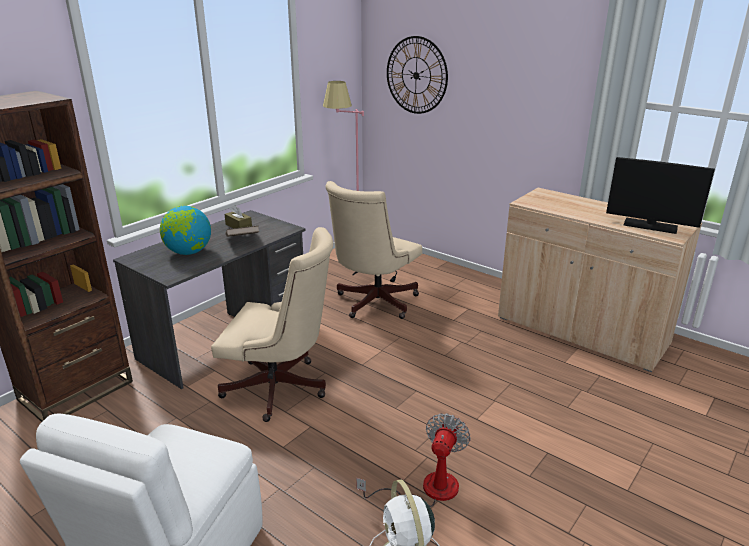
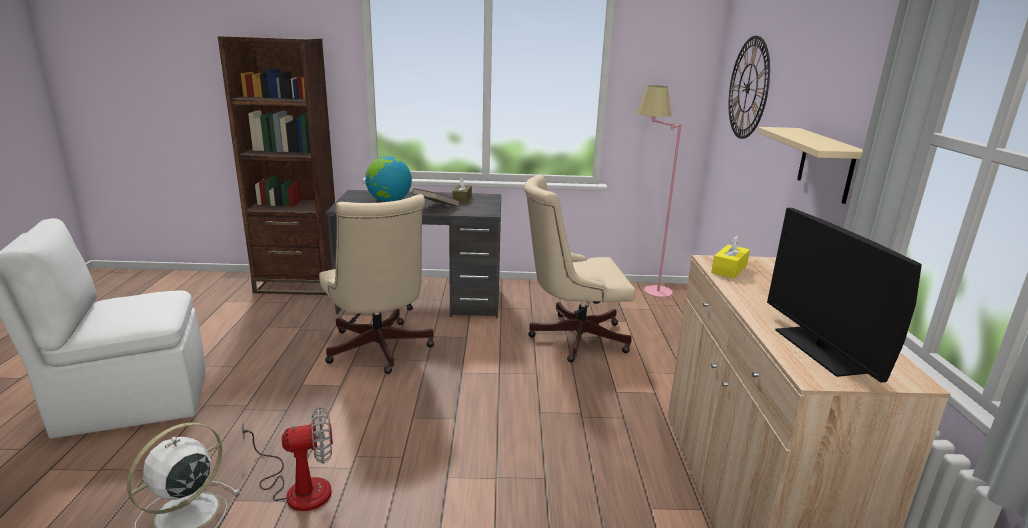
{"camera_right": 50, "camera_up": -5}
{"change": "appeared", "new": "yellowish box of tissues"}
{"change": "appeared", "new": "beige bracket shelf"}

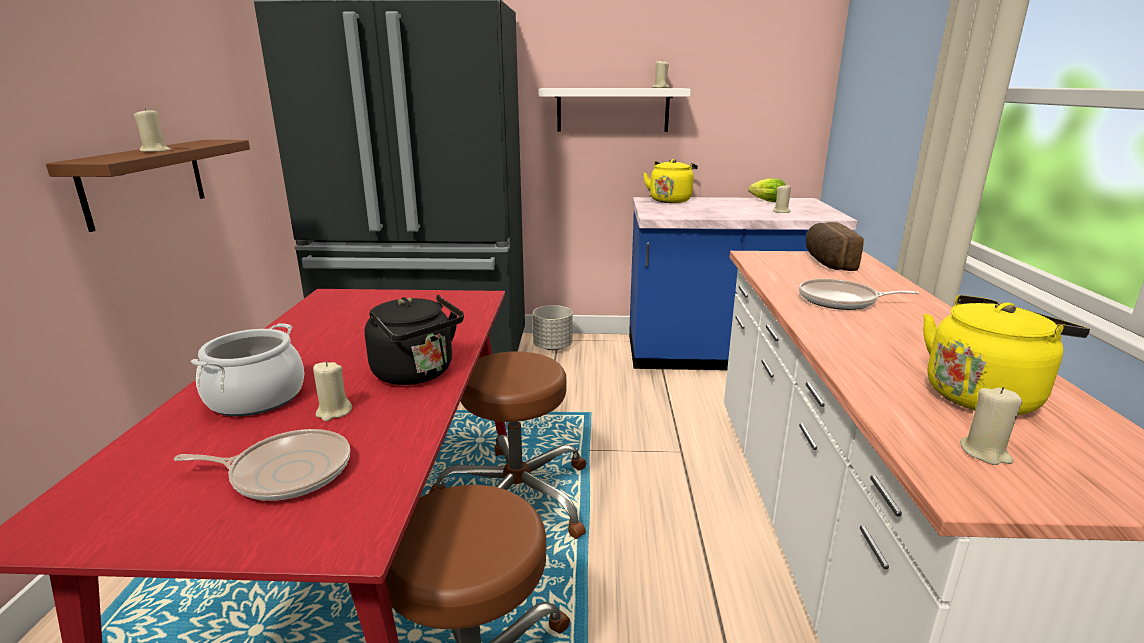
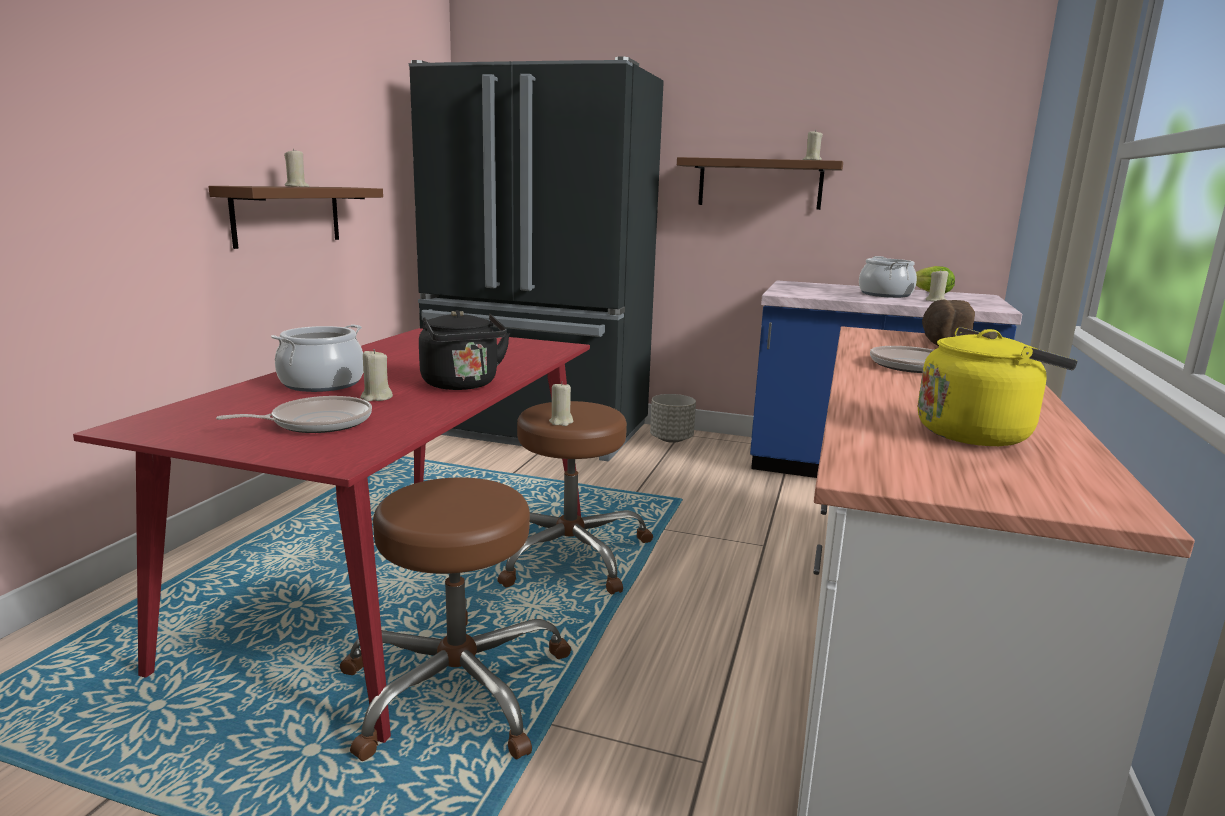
{"camera_right": 15, "camera_up": -5}
{"change": "spun", "old": "skillet (no. 1 from left)", "degrees": -45}
{"change": "relocated", "old": "beige wax candle (no. 5 from left in the first image)", "new": "beige wax candle (no. 3 from left)"}
{"change": "colour", "old": "white bracket shelf", "new": "brown bracket shelf (no. 2 from left)"}
{"change": "appeared", "new": "stockpot (no. 2 from left)"}
{"change": "missing", "old": "yellowish water kettle (no. 1 from left)"}

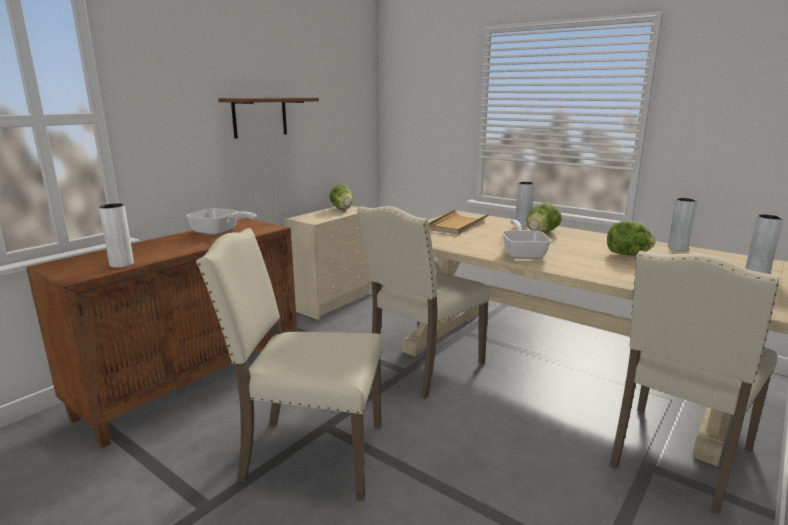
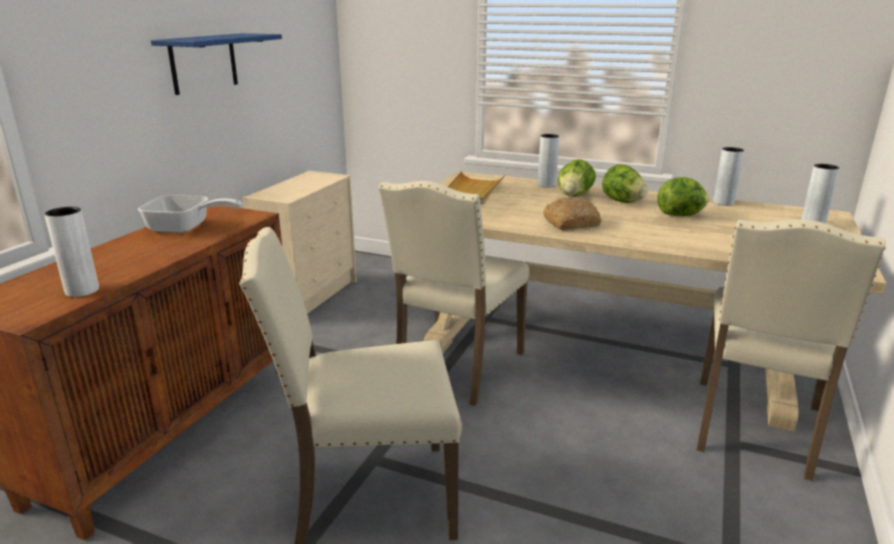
{"camera_right": -15, "camera_up": 5}
{"change": "colour", "old": "brown bracket shelf", "new": "blue bracket shelf"}
{"change": "exchanged", "old": "skillet (no. 2 from left)", "new": "baked bread"}
{"change": "relocated", "old": "lettuce head (no. 1 from left in the first image)", "new": "lettuce head (no. 2 from left)"}

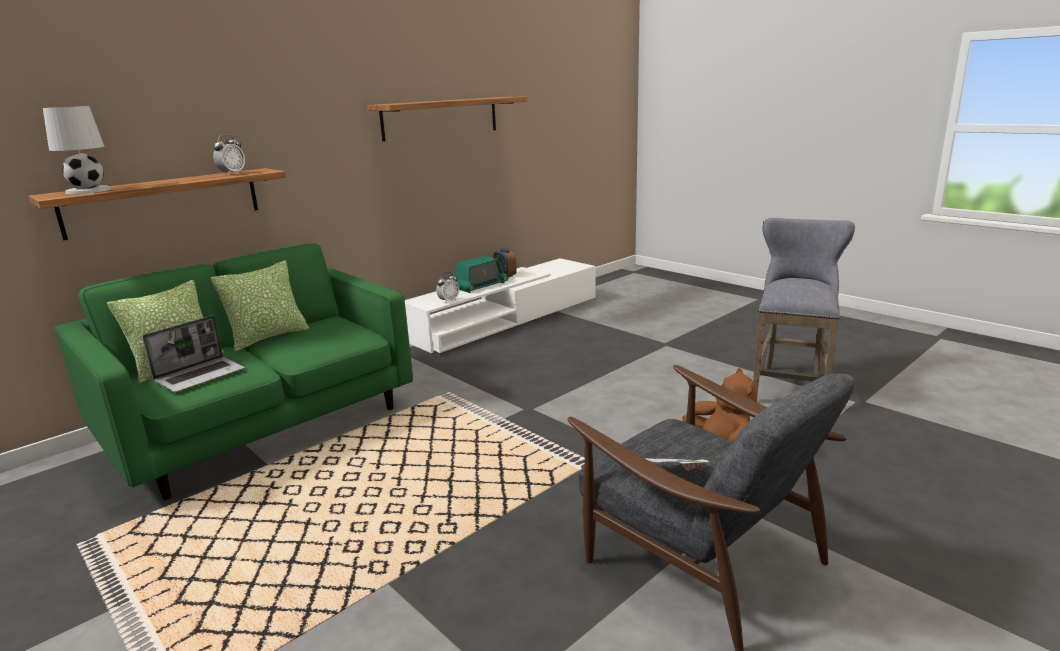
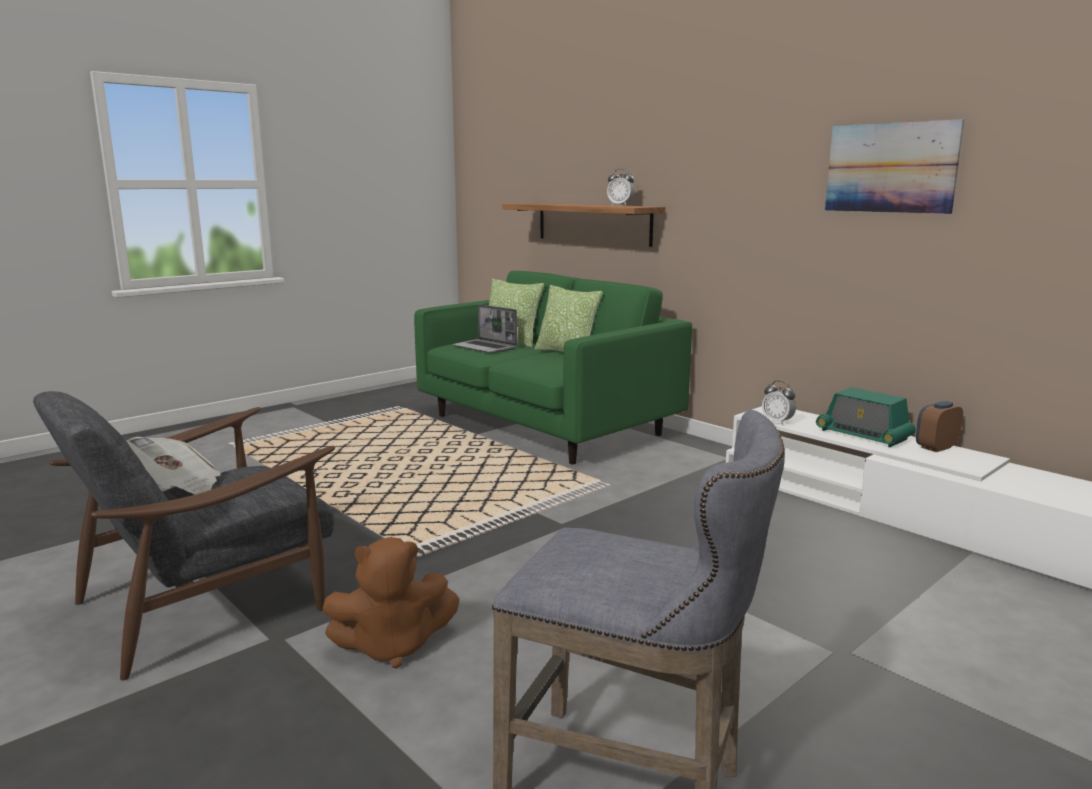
{"camera_right": 90, "camera_up": -5}
{"change": "exchanged", "old": "bracket shelf (no. 2 from left)", "new": "wall art"}
{"change": "missing", "old": "white lamp for a table"}

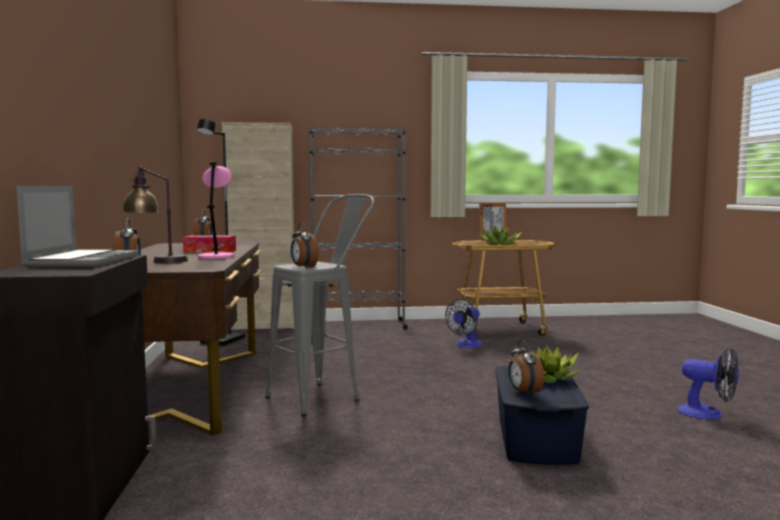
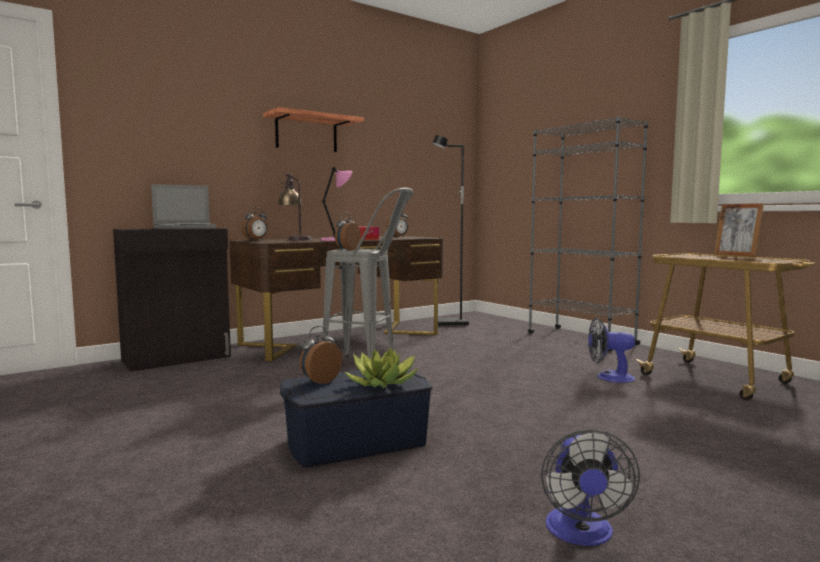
{"camera_right": 60, "camera_up": 0}
{"change": "appeared", "new": "bracket shelf"}
{"change": "missing", "old": "beige cupboard"}
{"change": "missing", "old": "plant in a pot (no. 1 from left)"}

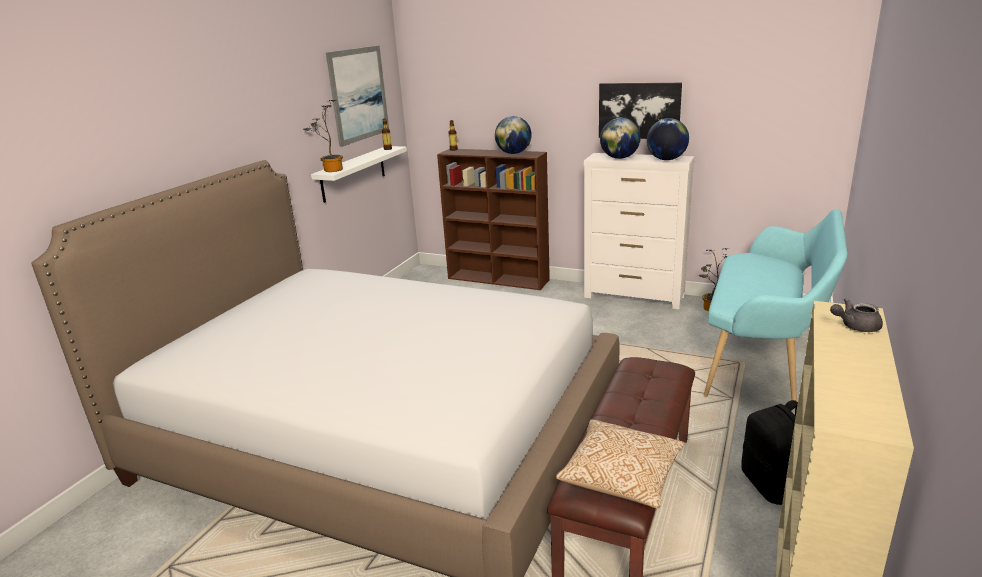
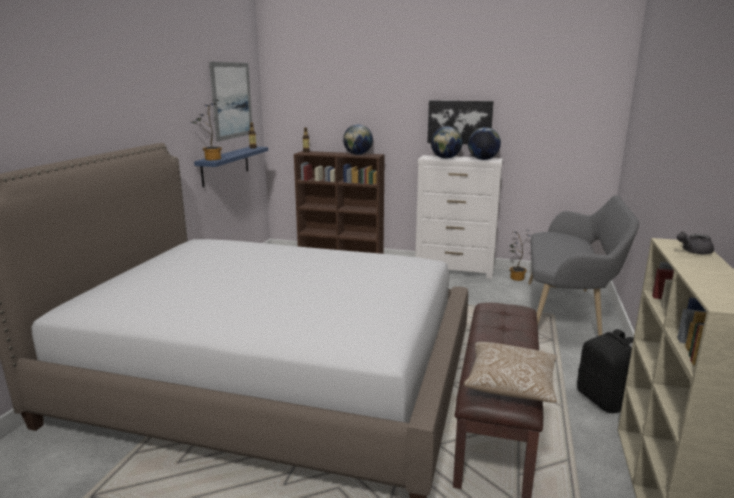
{"camera_right": -10, "camera_up": -5}
{"change": "colour", "old": "white bracket shelf", "new": "blue bracket shelf"}
{"change": "colour", "old": "blue-green long seat", "new": "greyish long seat"}

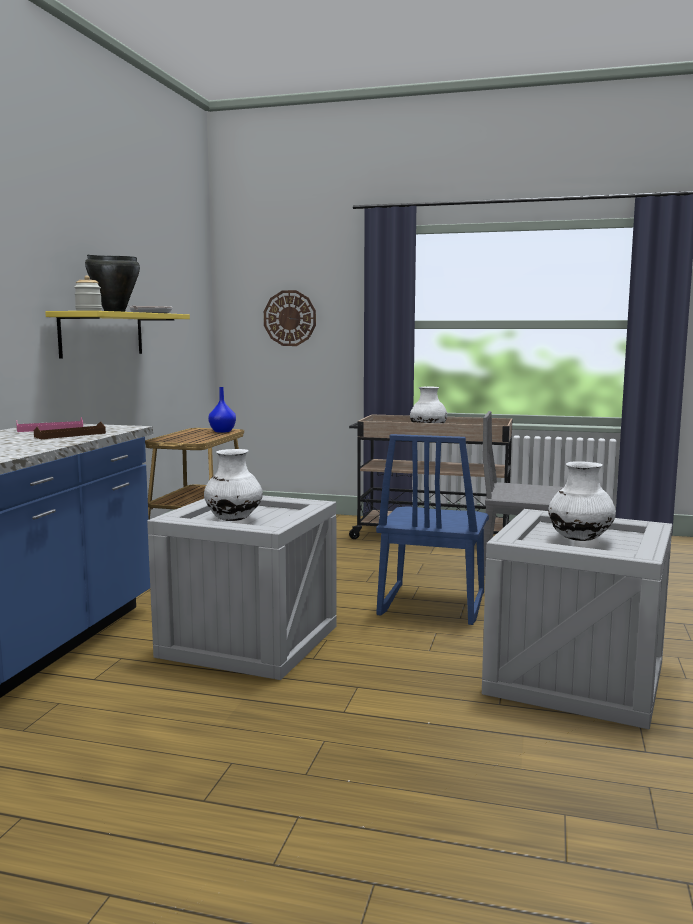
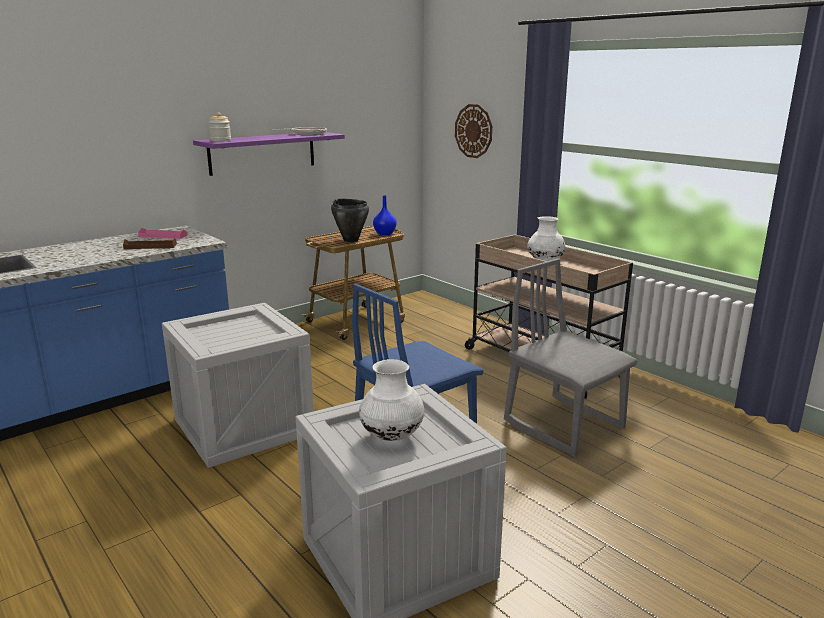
{"camera_right": 35, "camera_up": 10}
{"change": "colour", "old": "yellowish bracket shelf", "new": "purple-coloured bracket shelf"}
{"change": "relocated", "old": "black stockpot"}
{"change": "missing", "old": "white decorative vase (no. 1 from left)"}

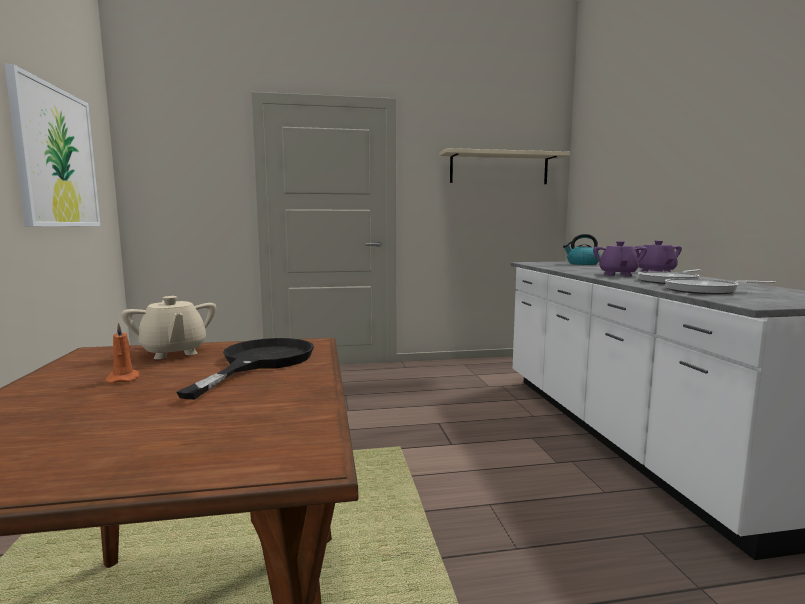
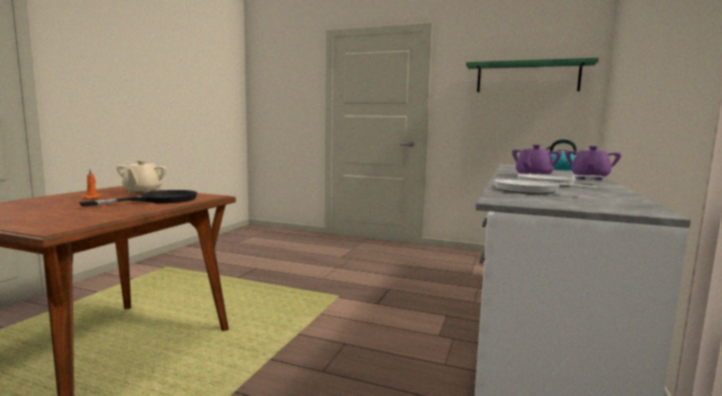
{"camera_right": 30, "camera_up": 0}
{"change": "colour", "old": "beige bracket shelf", "new": "green-coloured bracket shelf"}
{"change": "missing", "old": "wall art"}

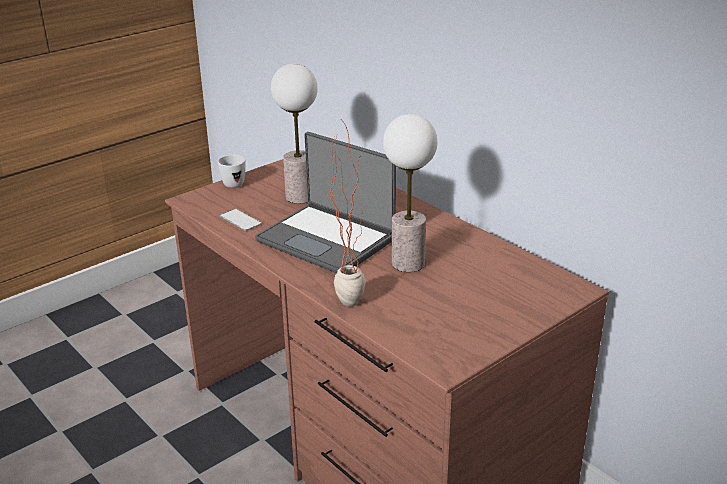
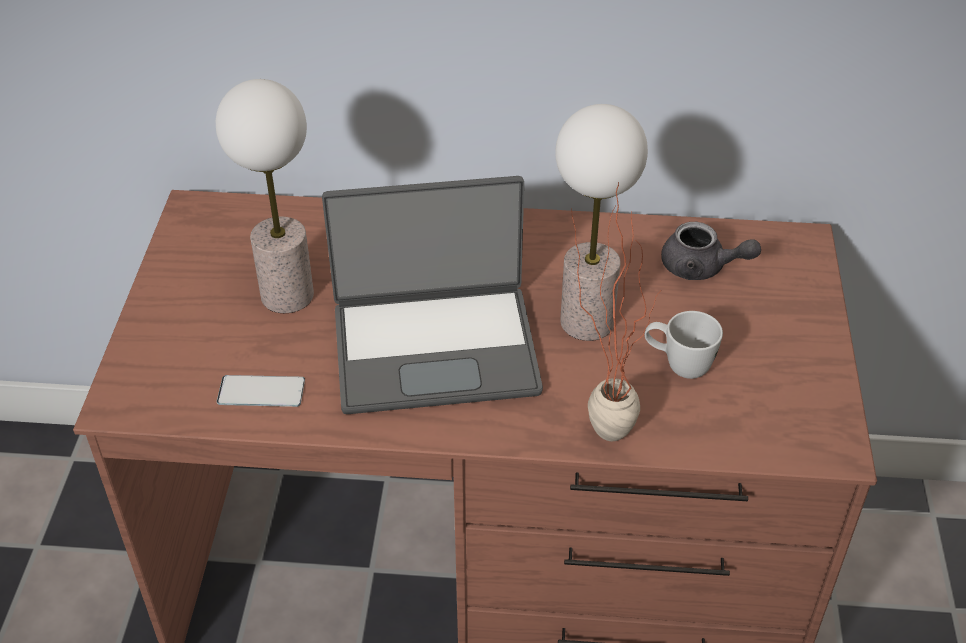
{"camera_right": -45, "camera_up": 15}
{"change": "relocated", "old": "white tea mug"}
{"change": "appeared", "new": "greyish pot for tea"}

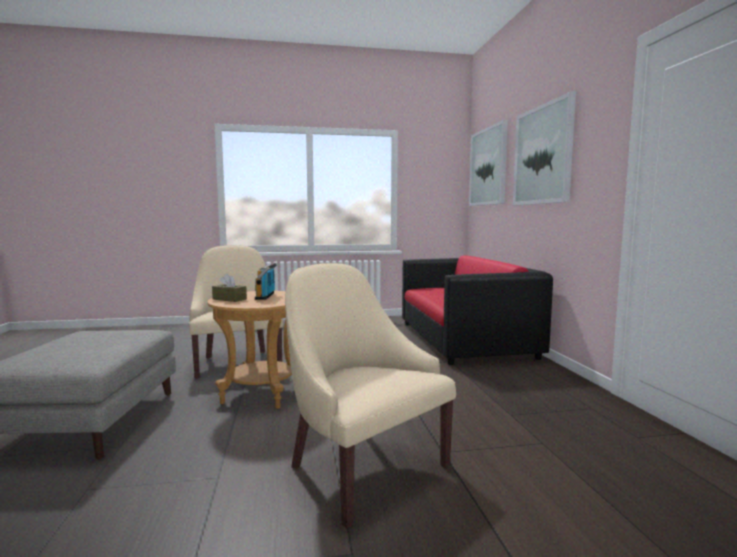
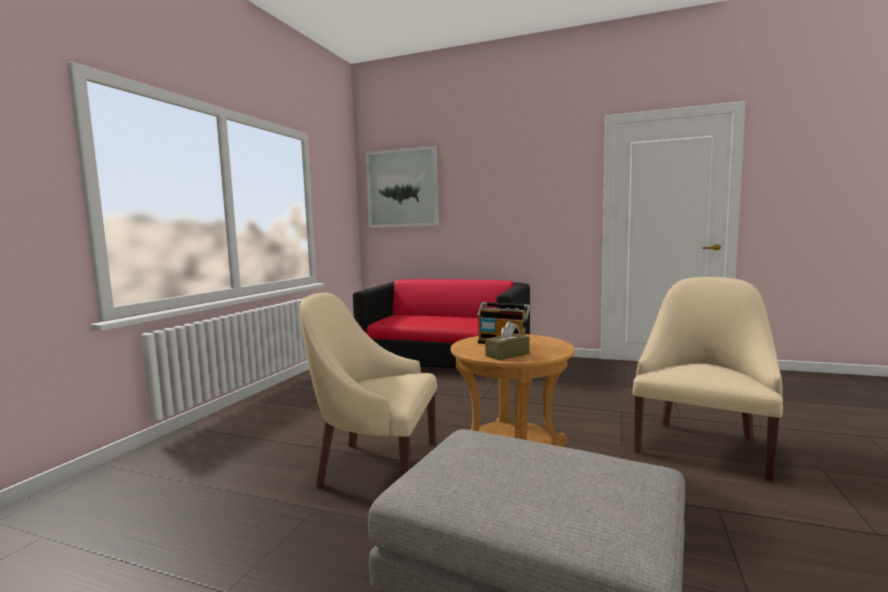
{"camera_right": -60, "camera_up": 0}
{"change": "spun", "old": "beige easy chair (no. 2 from left)", "degrees": 135}
{"change": "missing", "old": "wall art (no. 2 from left)"}

